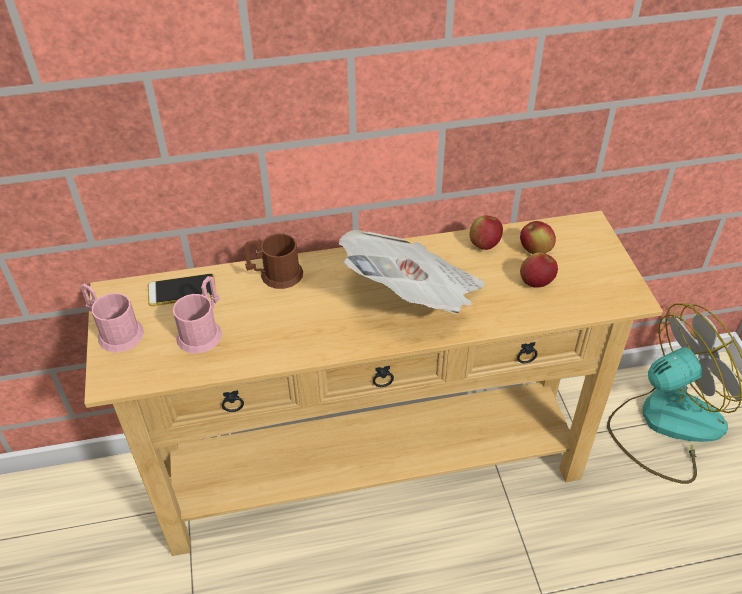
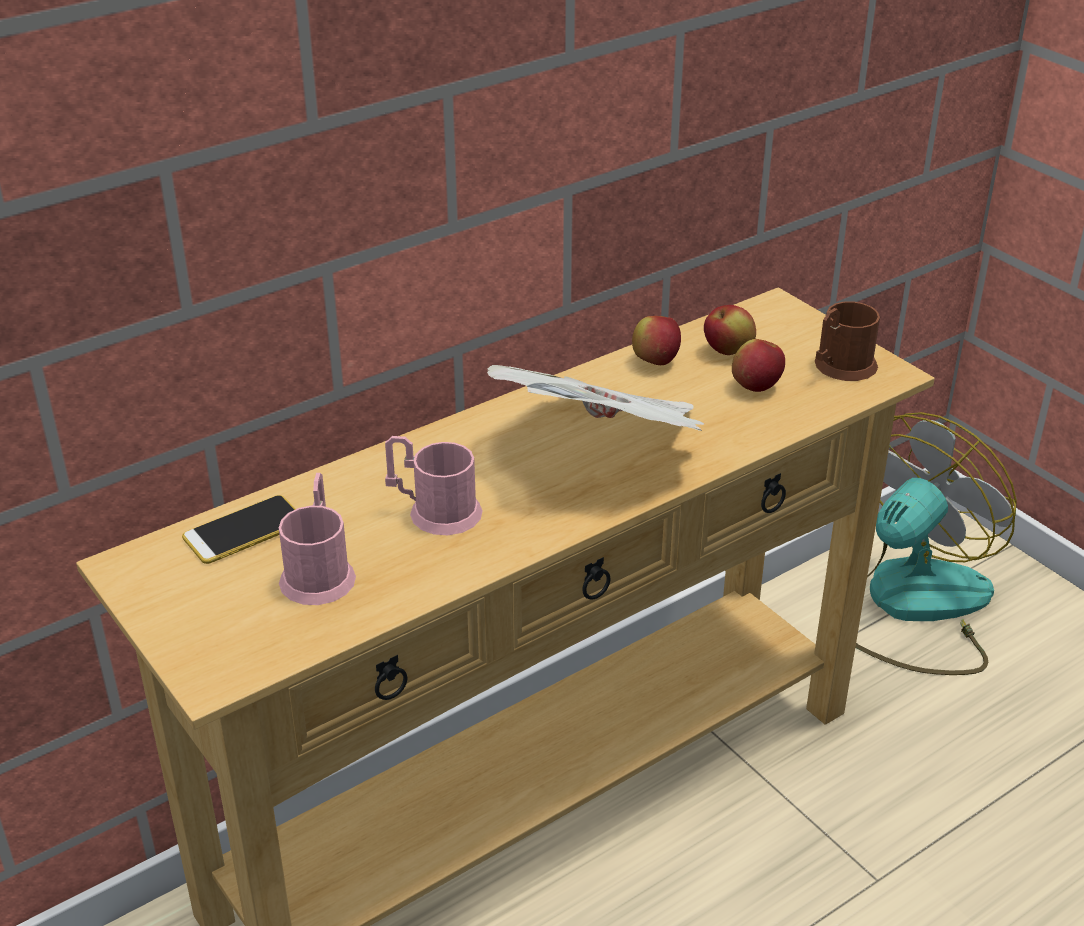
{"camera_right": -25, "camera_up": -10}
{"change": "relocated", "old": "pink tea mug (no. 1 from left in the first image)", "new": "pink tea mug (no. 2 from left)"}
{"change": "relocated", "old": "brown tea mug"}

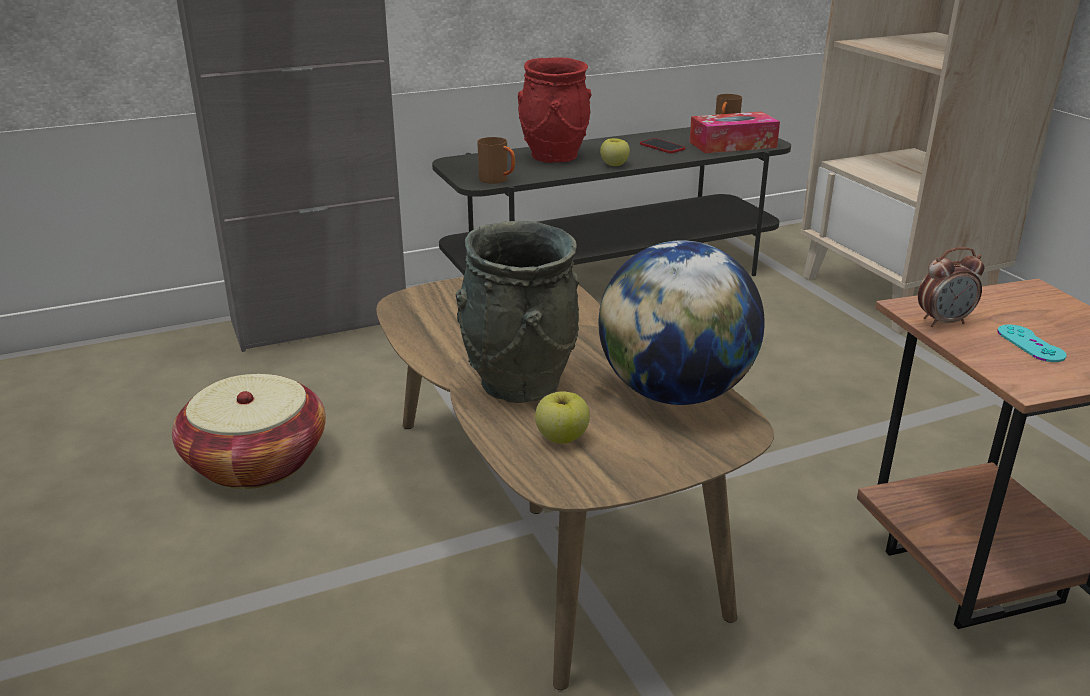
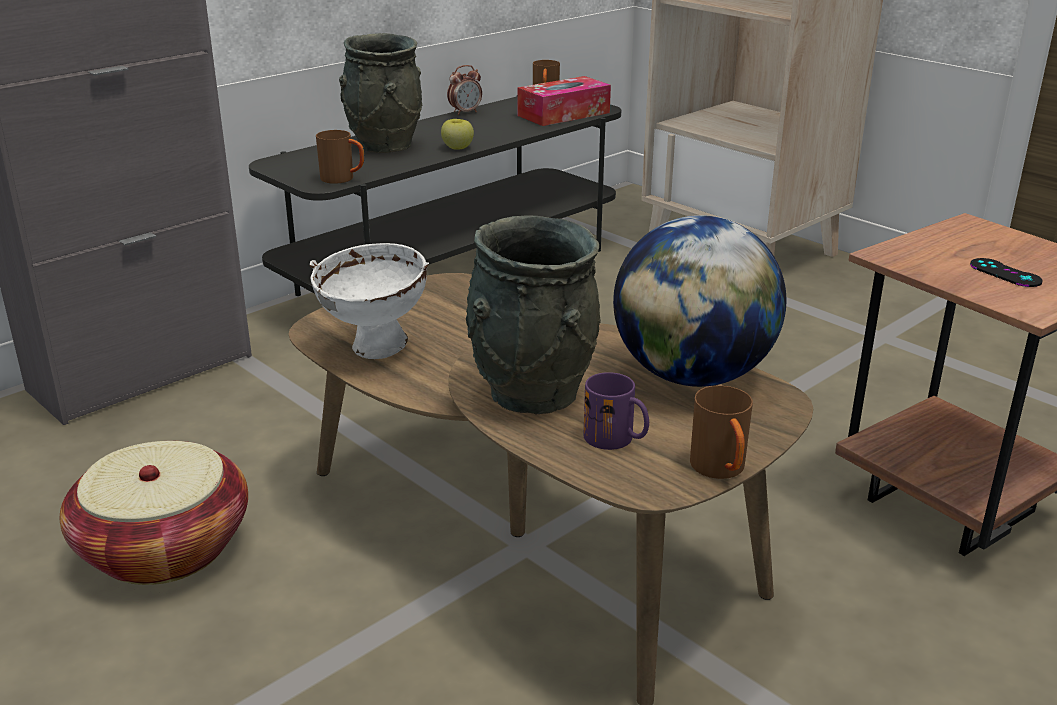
{"camera_right": -20, "camera_up": 0}
{"change": "appeared", "new": "white bowl"}
{"change": "colour", "old": "red-coloured decorative vase", "new": "greyish decorative vase (no. 1 from left)"}
{"change": "relocated", "old": "alarm clock"}
{"change": "exchanged", "old": "apple fruit (no. 1 from left)", "new": "purple-coloured tea mug"}
{"change": "appeared", "new": "brown tea mug (no. 3 from left)"}
{"change": "colour", "old": "blue-green gamepad", "new": "black gamepad"}
{"change": "missing", "old": "phone"}

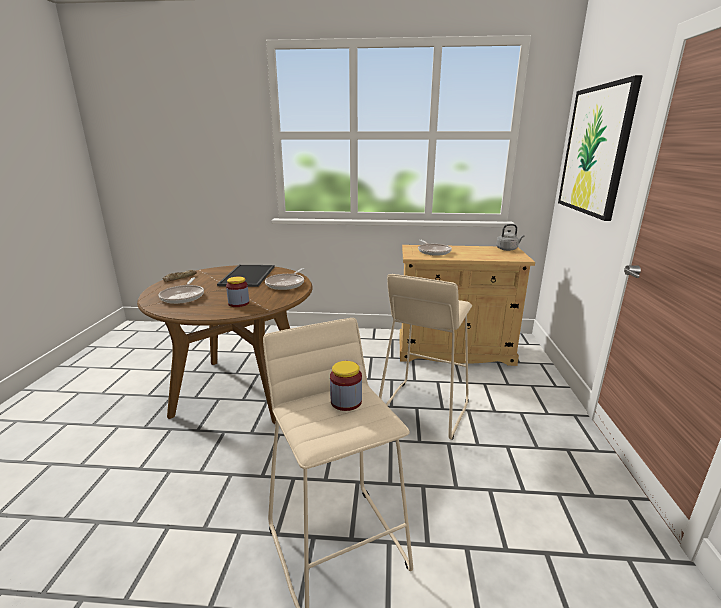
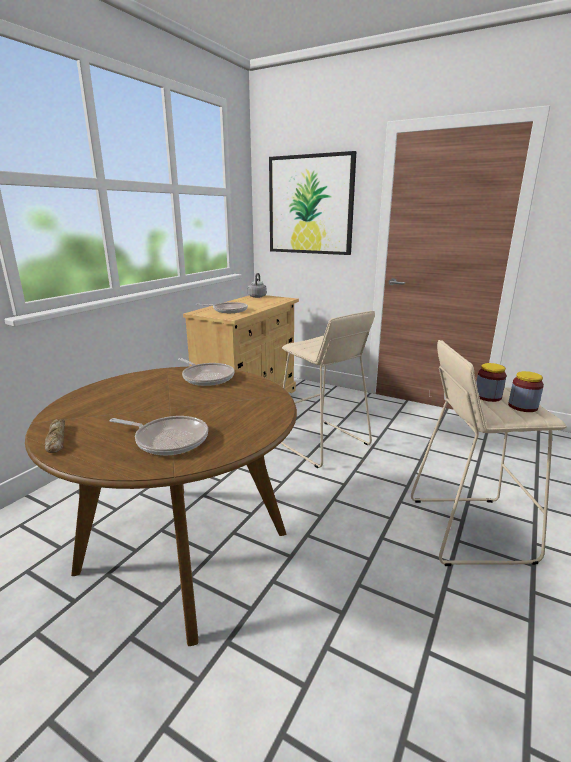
{"camera_right": -65, "camera_up": 0}
{"change": "relocated", "old": "preserve jar (no. 1 from left in the first image)", "new": "preserve jar (no. 2 from left)"}
{"change": "missing", "old": "carrying tray"}

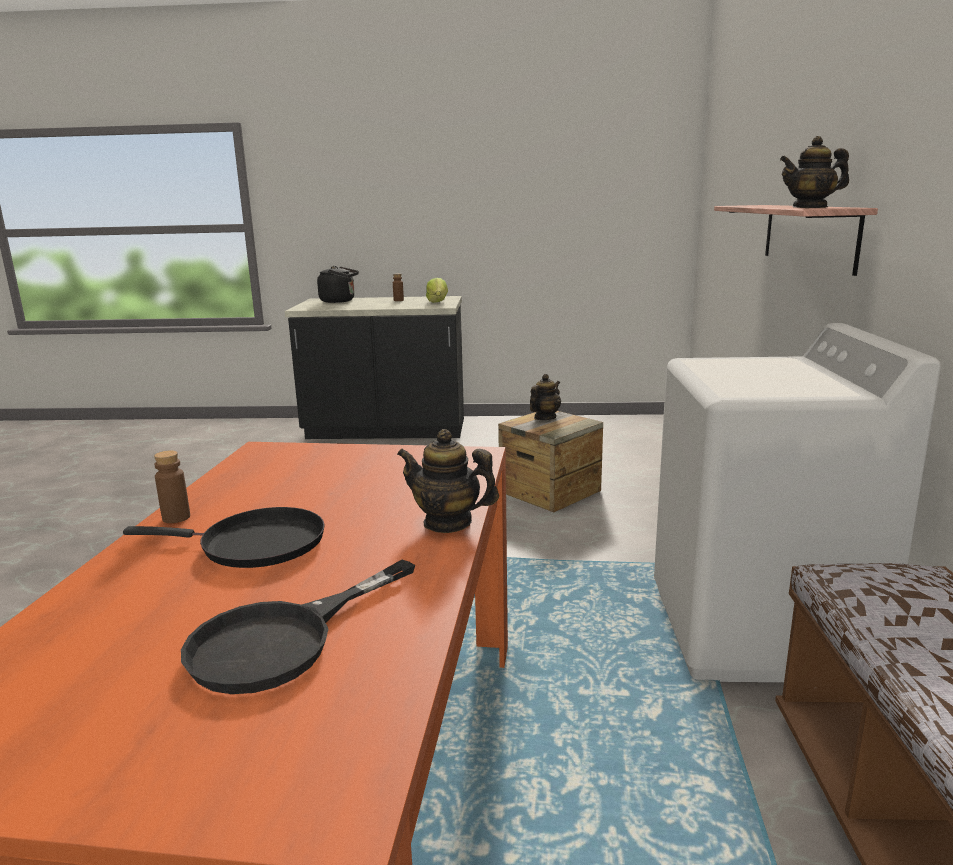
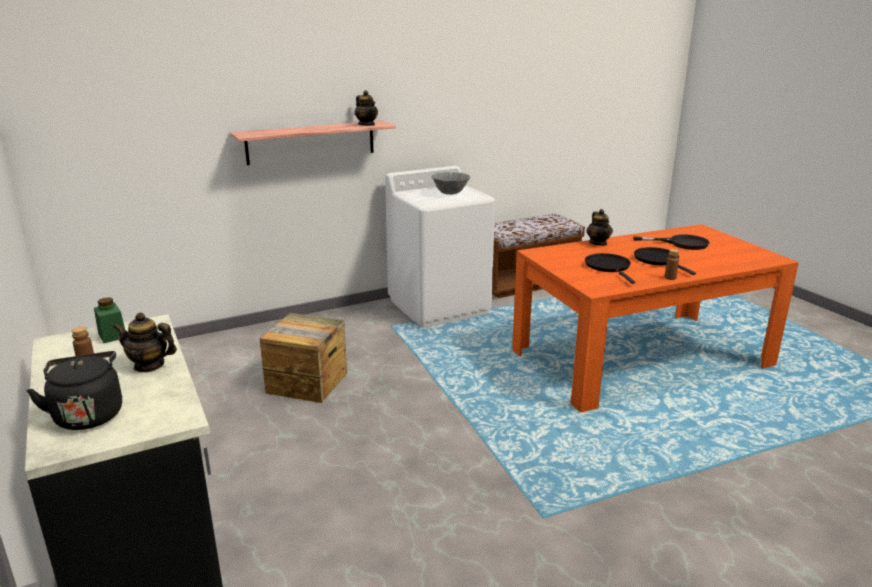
{"camera_right": -120, "camera_up": 5}
{"change": "exchanged", "old": "lettuce head", "new": "green-coloured preserve jar"}
{"change": "relocated", "old": "pot for tea (no. 2 from left in the first image)", "new": "pot for tea (no. 1 from left)"}
{"change": "appeared", "new": "greyish bowl"}
{"change": "appeared", "new": "black skillet (no. 1 from left)"}

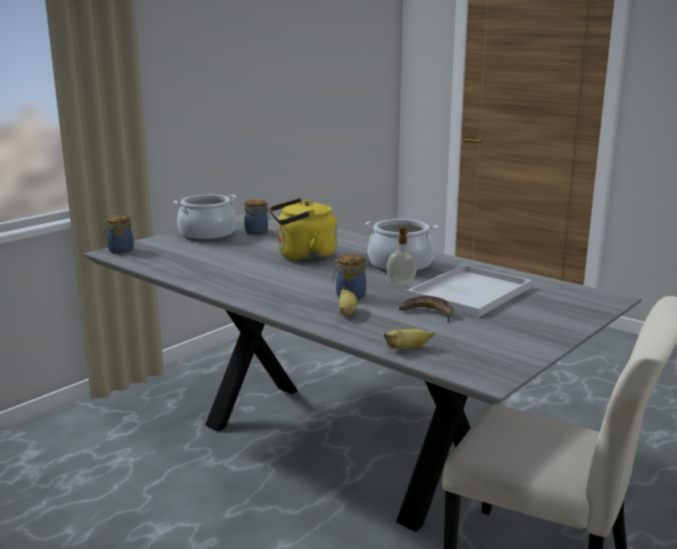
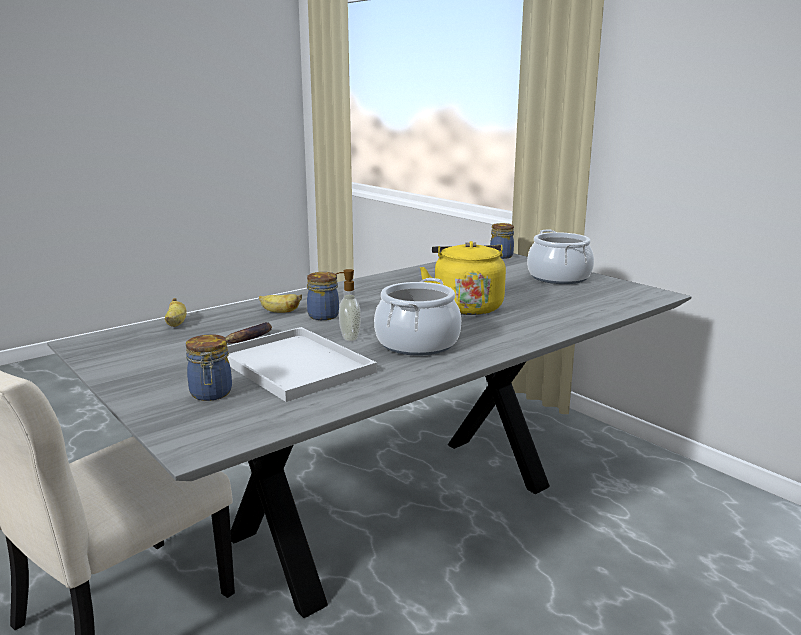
{"camera_right": 100, "camera_up": 0}
{"change": "relocated", "old": "preserve jar (no. 2 from left in the first image)", "new": "preserve jar (no. 1 from left)"}

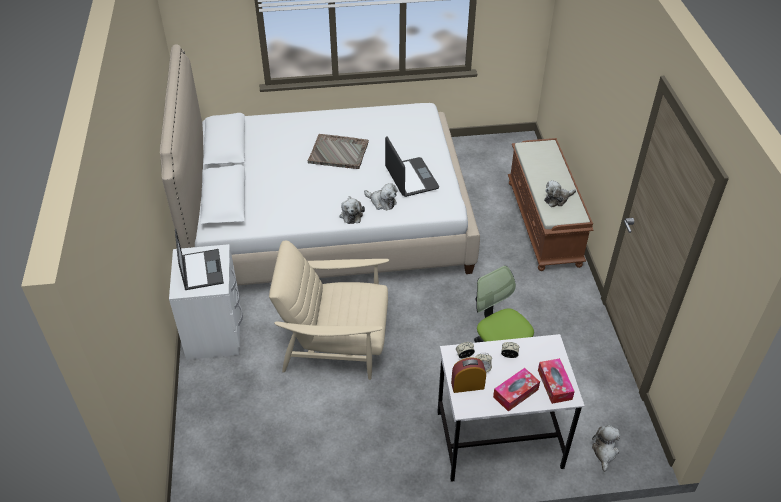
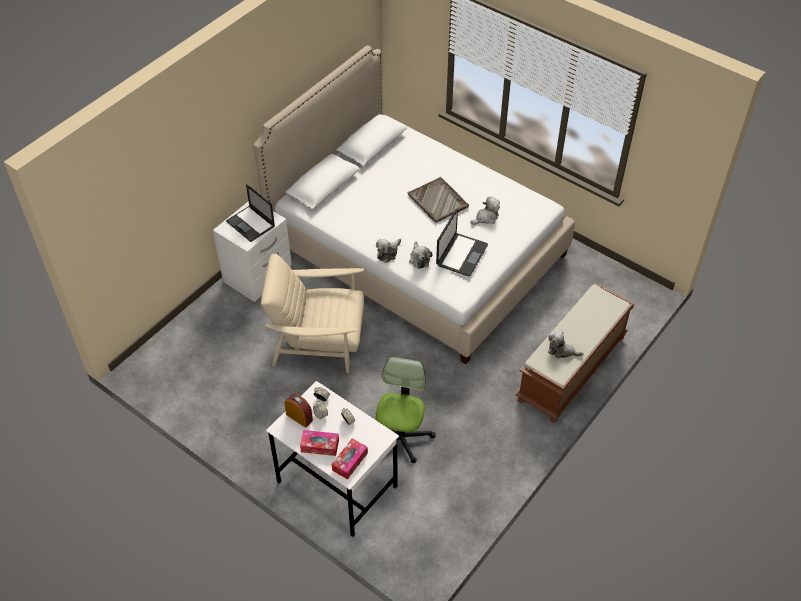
{"camera_right": 45, "camera_up": 5}
{"change": "spun", "old": "notebook computer (no. 1 from left)", "degrees": 105}
{"change": "spun", "old": "beige easy chair", "degrees": -45}
{"change": "relocated", "old": "soft toy (no. 4 from left in the first image)", "new": "soft toy (no. 3 from left)"}

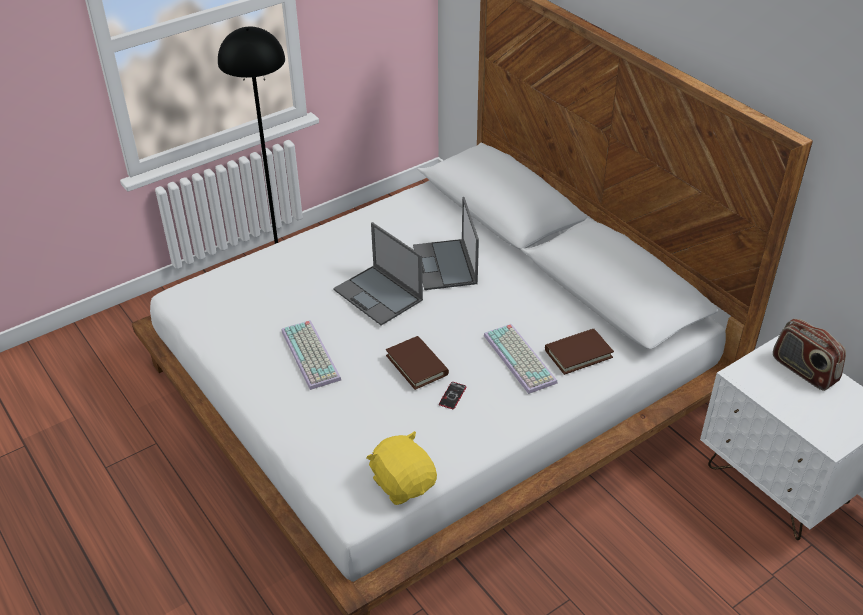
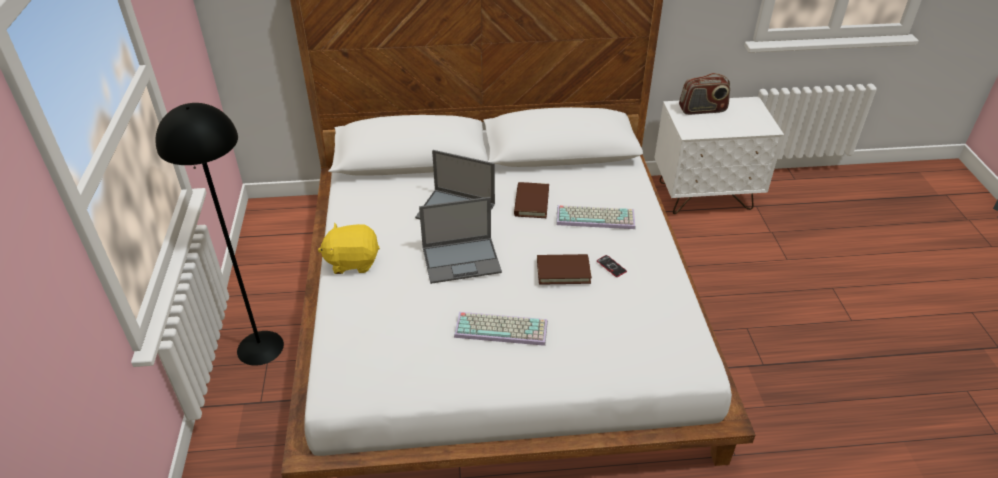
{"camera_right": -60, "camera_up": 0}
{"change": "relocated", "old": "yellowish soft toy"}
{"change": "relocated", "old": "brown book (no. 2 from left in the first image)", "new": "brown book (no. 1 from left)"}

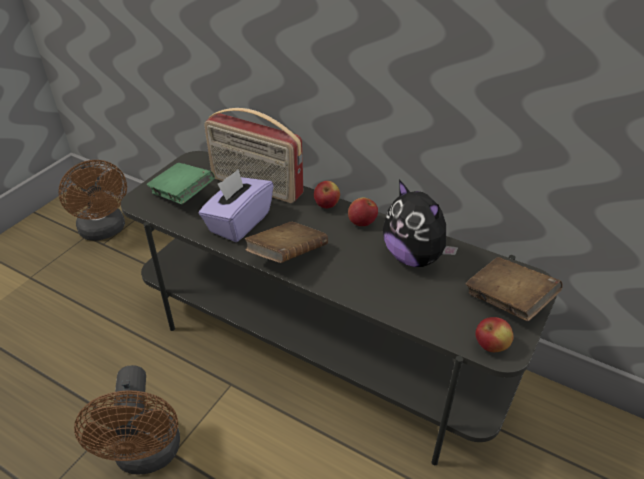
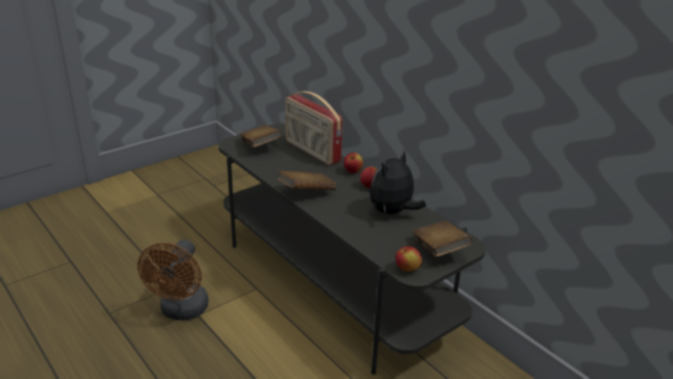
{"camera_right": 20, "camera_up": -10}
{"change": "colour", "old": "green-coloured book", "new": "brown book (no. 1 from left)"}
{"change": "spun", "old": "soft toy", "degrees": 60}
{"change": "missing", "old": "brown fan (no. 1 from left)"}
{"change": "missing", "old": "purple-coloured box of tissues"}

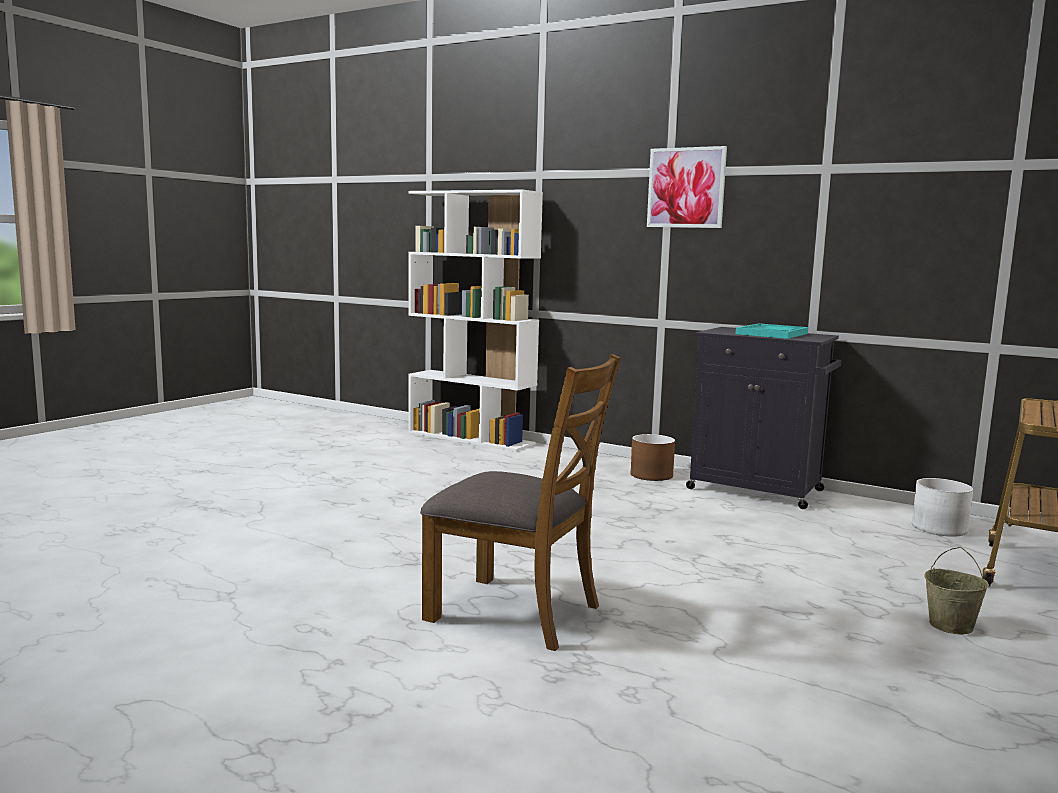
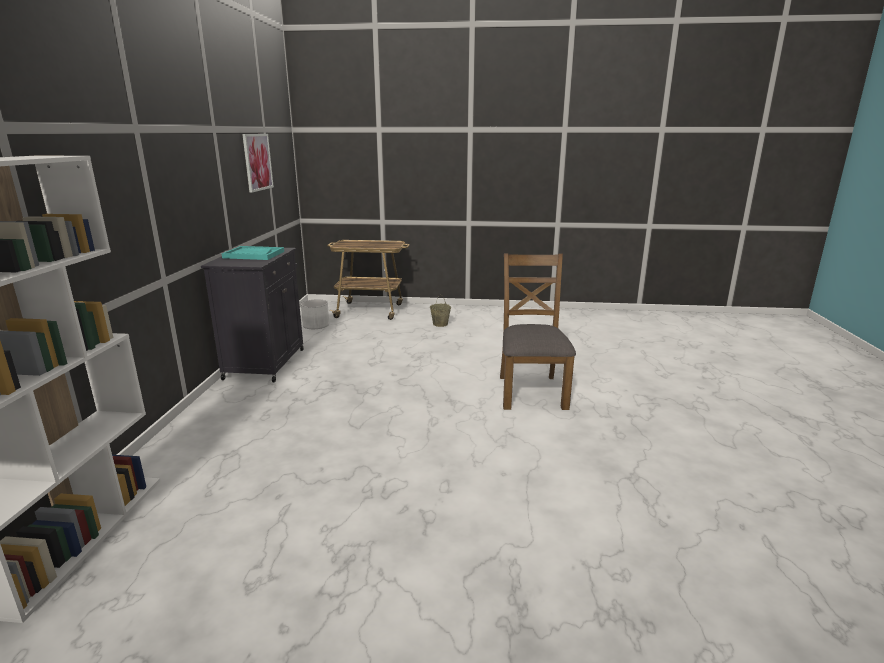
{"camera_right": -115, "camera_up": 10}
{"change": "relocated", "old": "wall art"}
{"change": "missing", "old": "brown flower pot"}

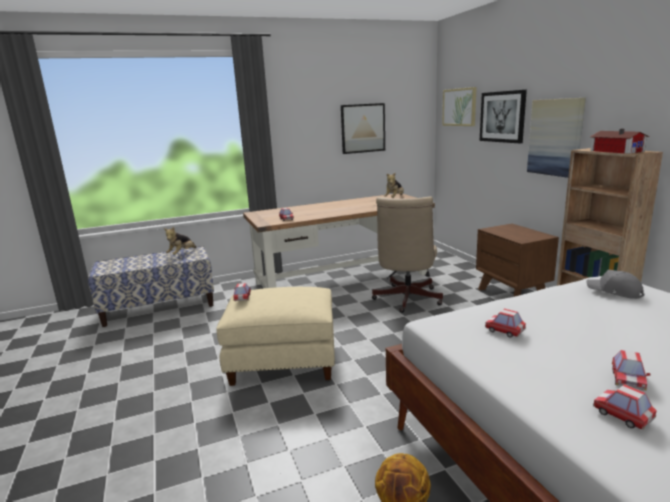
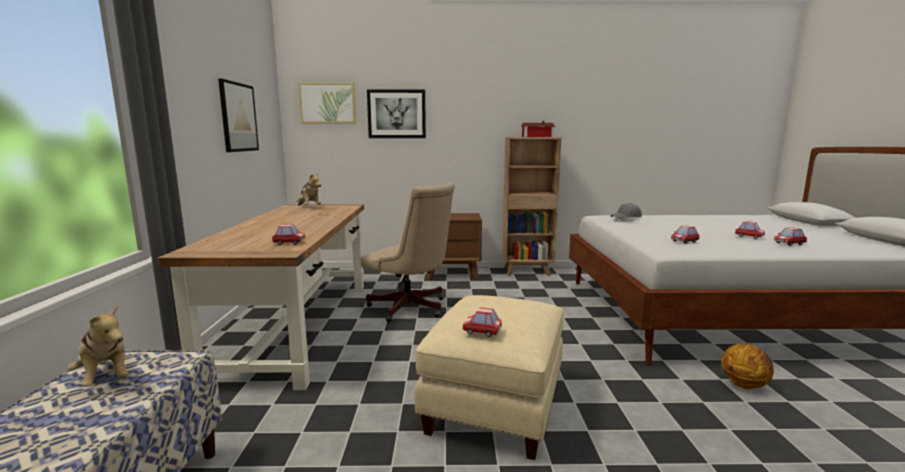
{"camera_right": -70, "camera_up": -5}
{"change": "missing", "old": "wall art (no. 4 from left)"}

